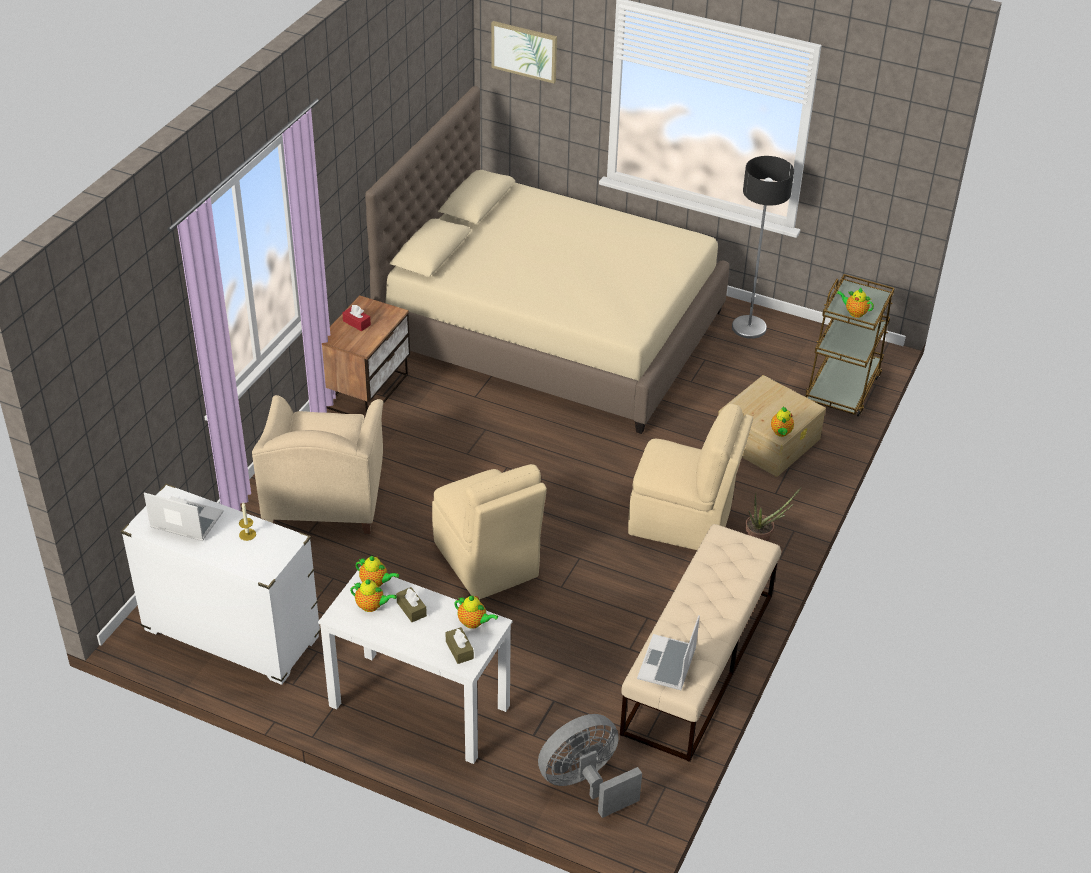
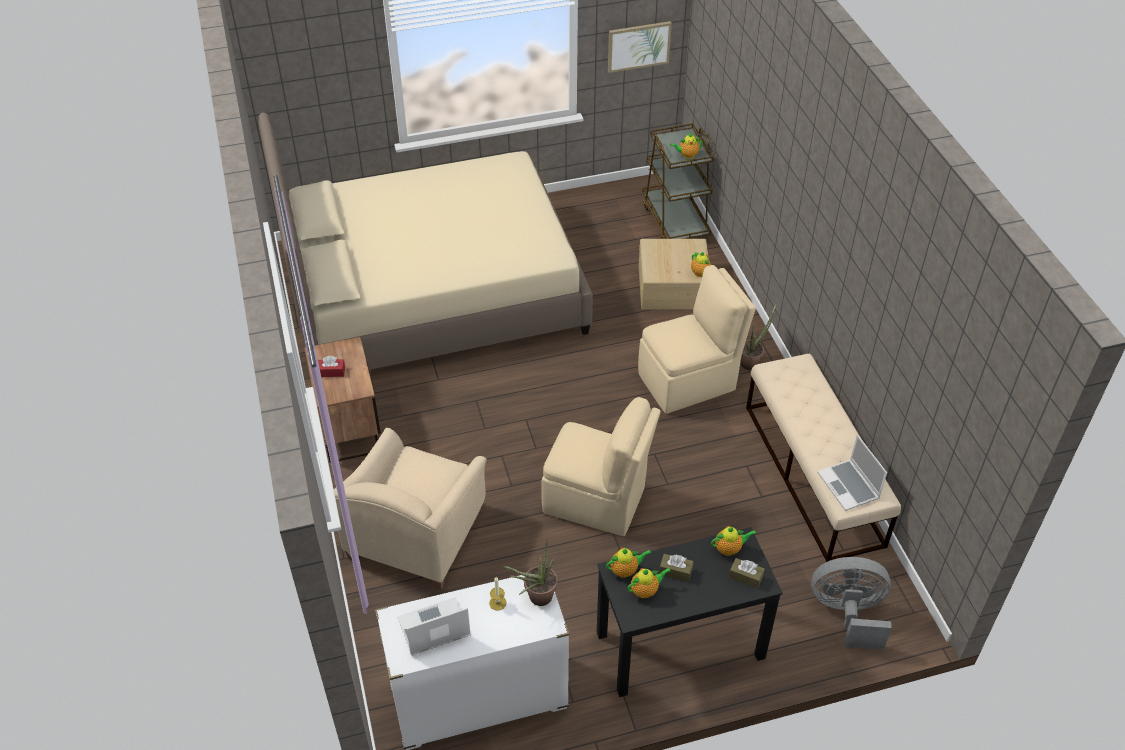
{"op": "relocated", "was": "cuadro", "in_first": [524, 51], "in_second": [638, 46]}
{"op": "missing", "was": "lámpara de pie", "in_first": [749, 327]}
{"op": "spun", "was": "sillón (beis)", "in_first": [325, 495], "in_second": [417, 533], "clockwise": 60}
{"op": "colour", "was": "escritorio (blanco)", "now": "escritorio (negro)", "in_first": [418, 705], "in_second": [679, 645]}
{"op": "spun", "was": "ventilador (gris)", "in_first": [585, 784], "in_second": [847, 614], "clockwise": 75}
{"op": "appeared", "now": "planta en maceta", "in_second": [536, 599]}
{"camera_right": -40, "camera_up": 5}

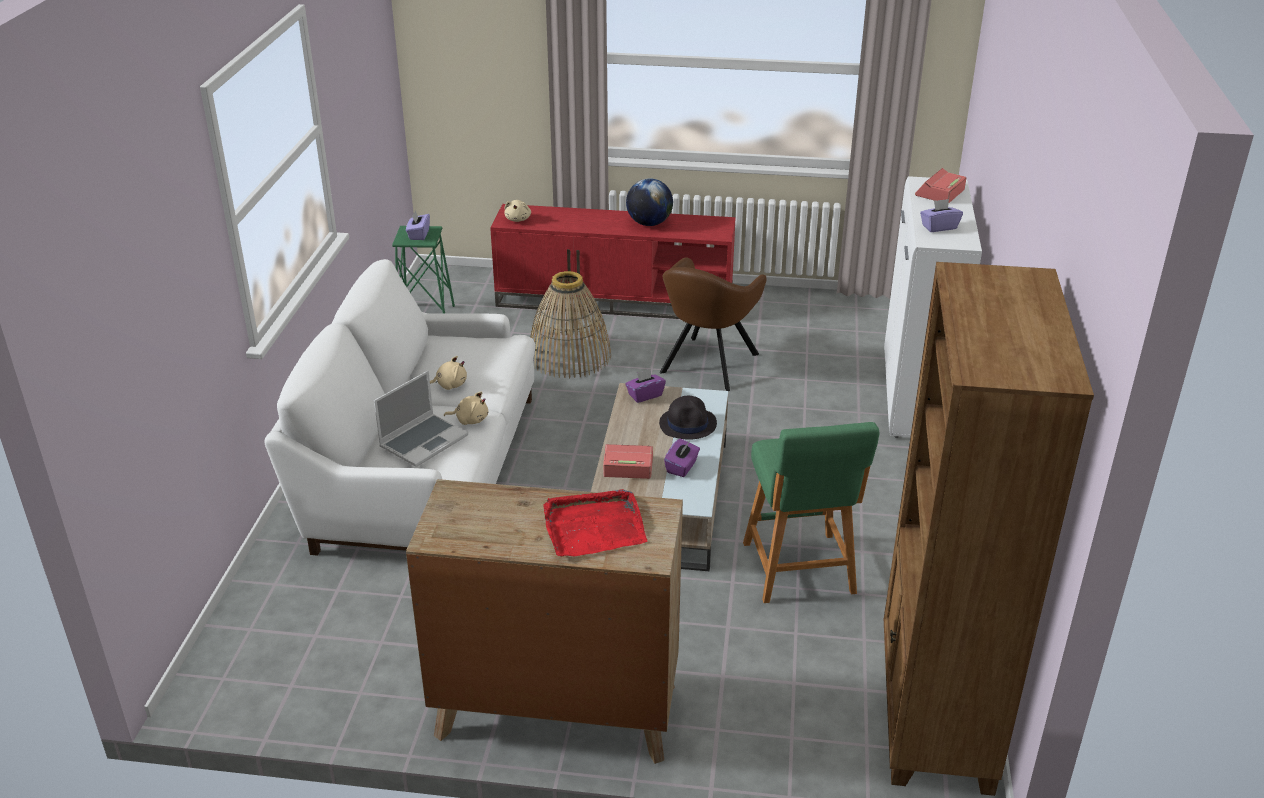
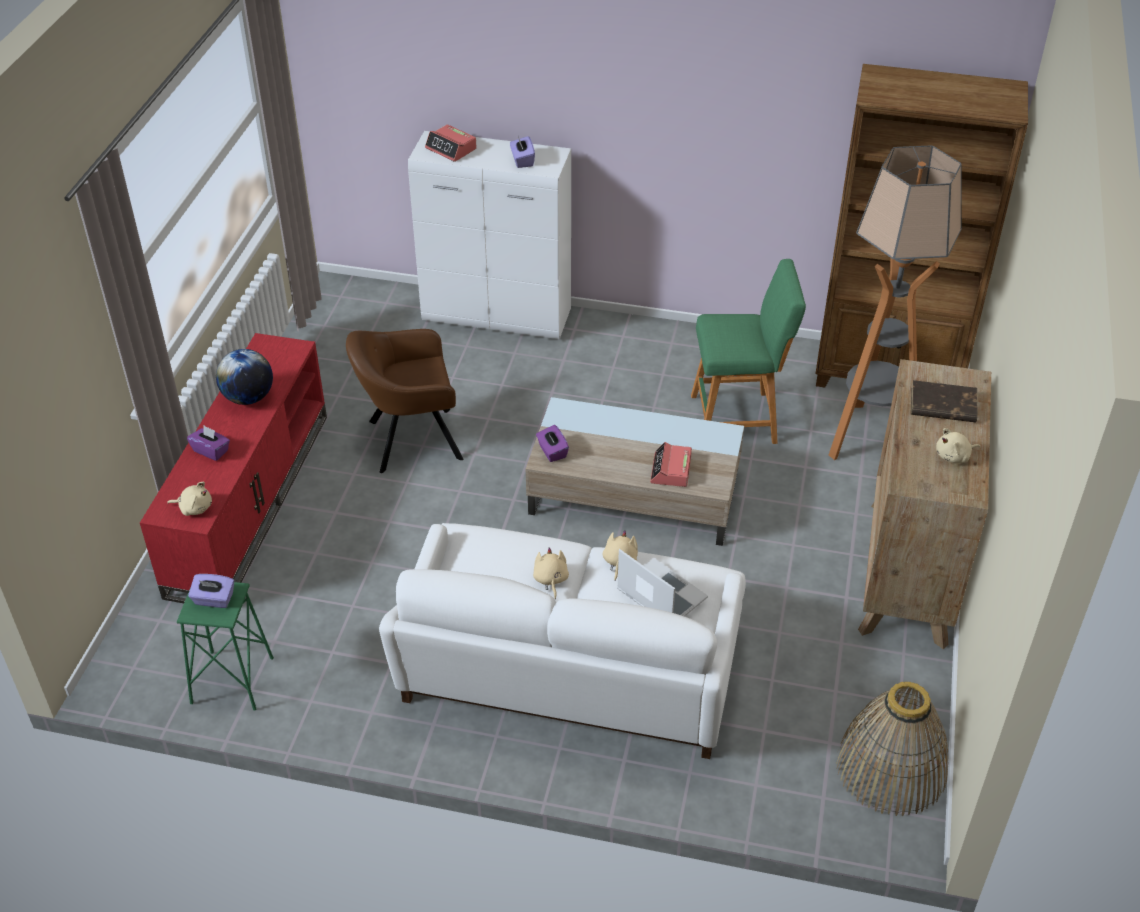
{"op": "spun", "was": "sillón (marrón)", "in_first": [707, 365], "in_second": [410, 440], "clockwise": 135}
{"op": "relocated", "was": "cesta", "in_first": [569, 356], "in_second": [891, 769]}
{"op": "missing", "was": "sombrero (negro)", "in_first": [688, 424]}
{"op": "relocated", "was": "caja de pañuelos (morado)", "in_first": [682, 467], "in_second": [211, 451]}
{"op": "exchanged", "was": "bandeja (rojo)", "now": "libro (marrón)", "in_first": [593, 527], "in_second": [942, 405]}
{"op": "appeared", "now": "lámpara de pie", "in_second": [869, 438]}
{"op": "appeared", "now": "peluche (beis)", "in_second": [954, 456]}
{"camera_right": -85, "camera_up": 10}

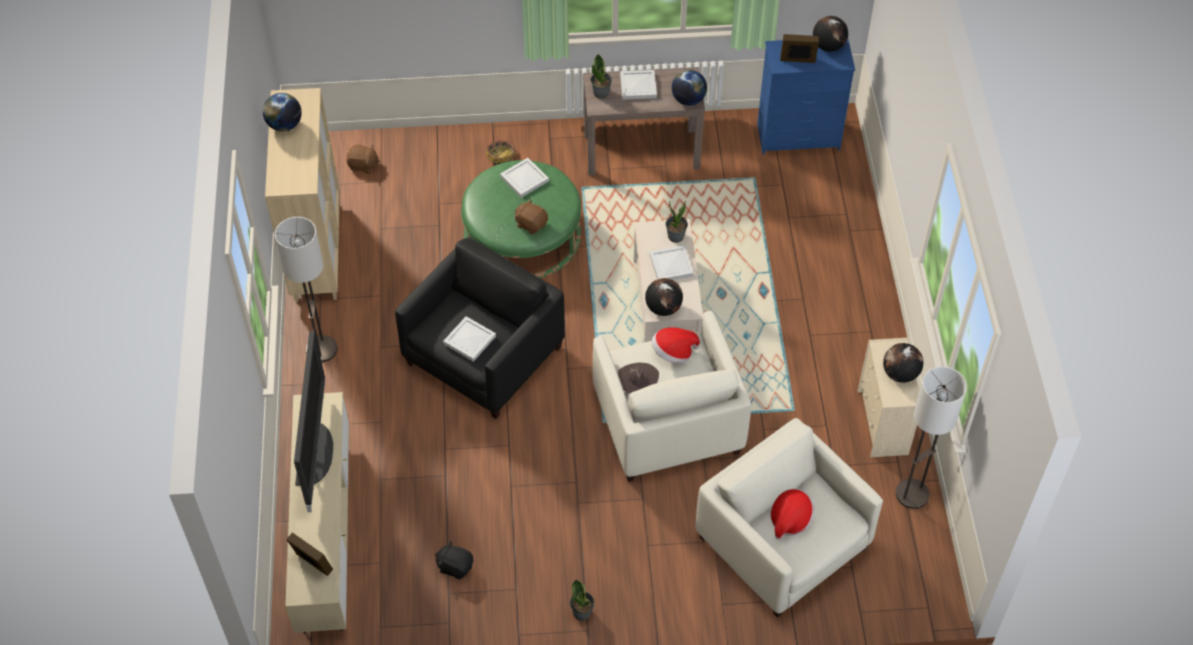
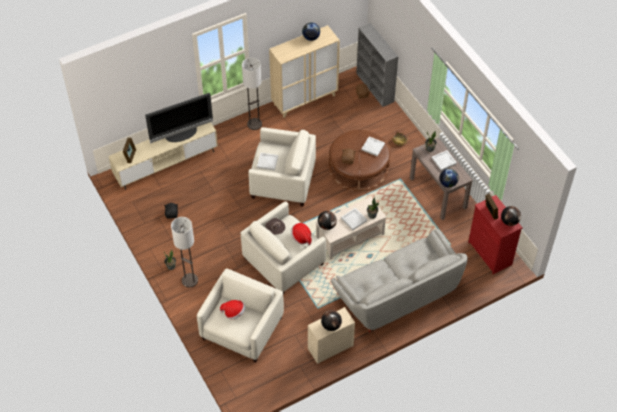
{"op": "colour", "was": "cómoda (azul)", "now": "cómoda (rojo)", "in_first": [799, 137], "in_second": [490, 254]}
{"op": "colour", "was": "puf (verde)", "now": "puf (marrón)", "in_first": [522, 234], "in_second": [358, 167]}
{"op": "colour", "was": "sillón (negro)", "now": "sillón (beis)", "in_first": [483, 355], "in_second": [282, 180]}
{"op": "relocated", "was": "lámpara de pie", "in_first": [912, 494], "in_second": [189, 280]}
{"op": "appeared", "now": "estantería (gris)", "in_second": [375, 88]}
{"op": "appeared", "now": "sofá (gris)", "in_second": [397, 292]}
{"camera_right": 65, "camera_up": 0}

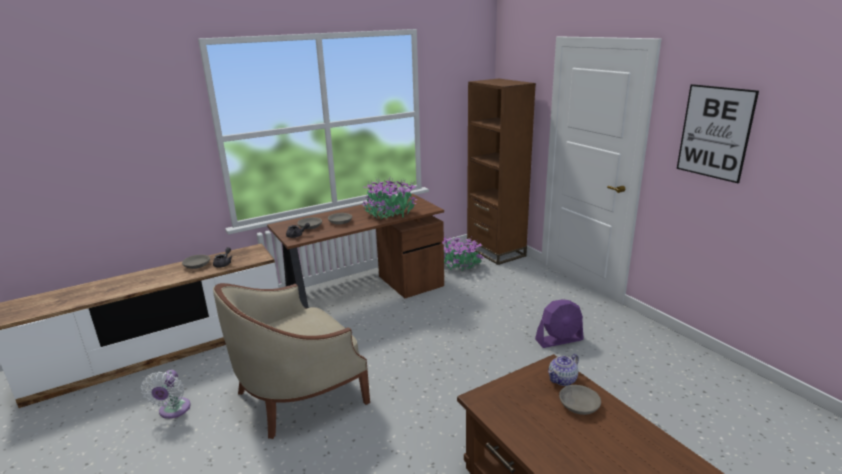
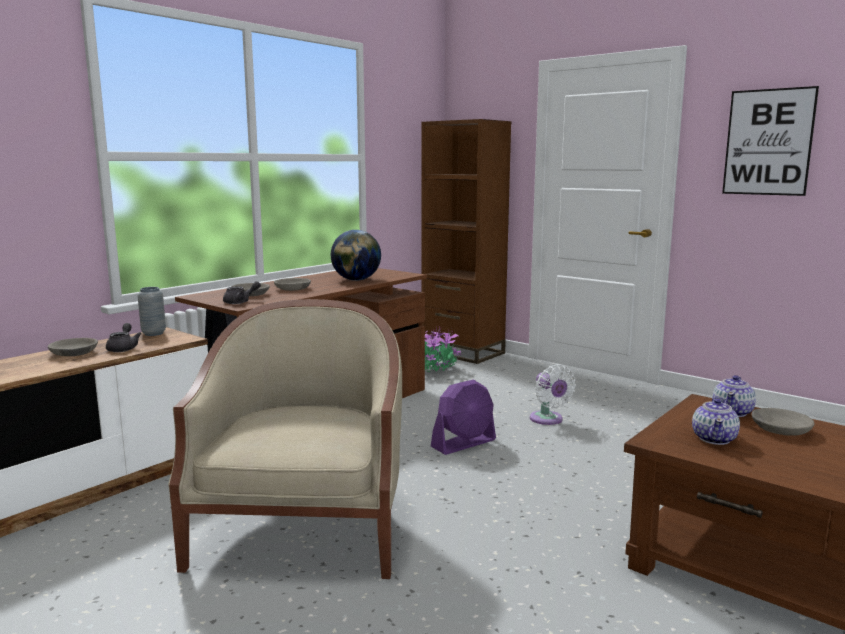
{"op": "exchanged", "was": "planta en maceta", "now": "globo terráqueo", "in_first": [390, 213], "in_second": [356, 280]}
{"op": "spun", "was": "sillón (beis)", "in_first": [298, 394], "in_second": [303, 530], "clockwise": 150}
{"op": "relocated", "was": "ventilador (morado)", "in_first": [559, 340], "in_second": [464, 443]}
{"op": "relocated", "was": "ventilador (blanco)", "in_first": [173, 411], "in_second": [548, 420]}
{"op": "appeared", "now": "florero (gris)", "in_second": [153, 333]}
{"op": "appeared", "now": "tetera", "in_second": [714, 438]}
{"camera_right": -20, "camera_up": -10}

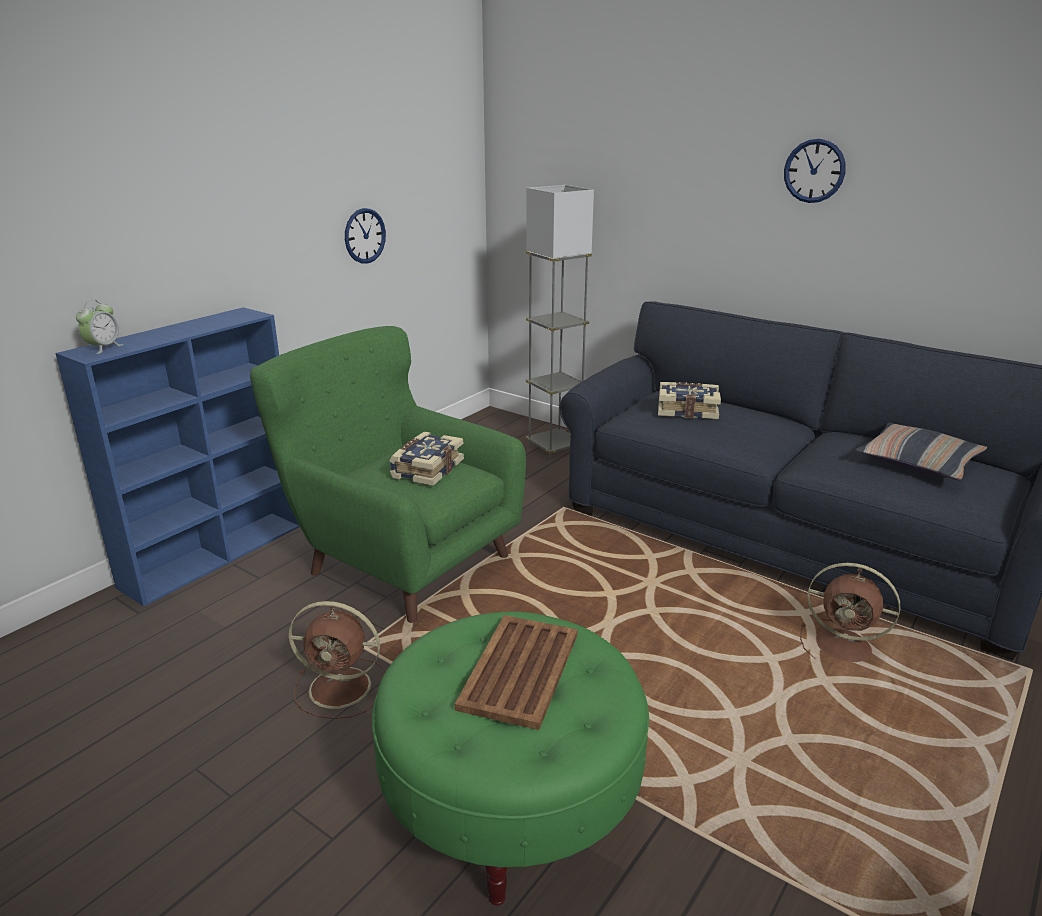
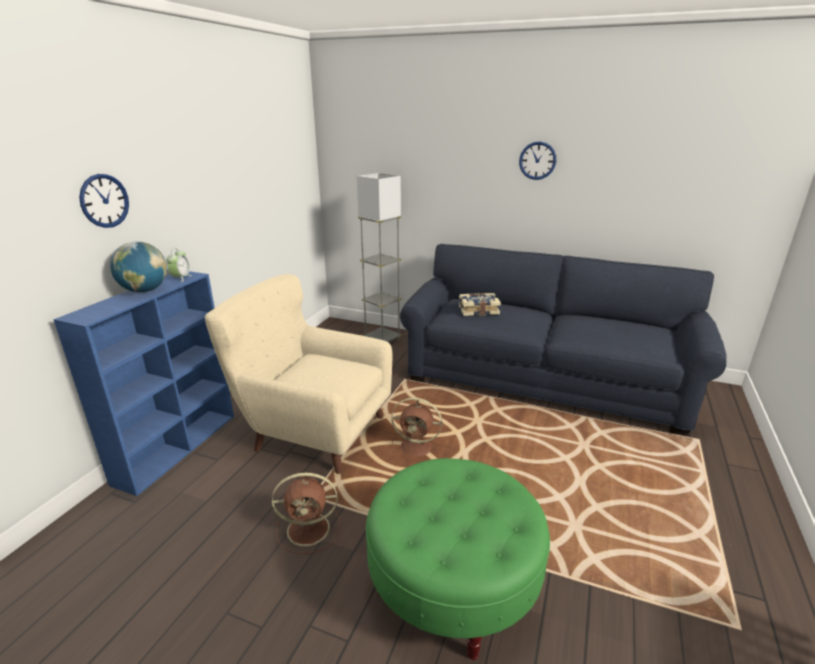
{"op": "relocated", "was": "reloj de pared", "in_first": [364, 236], "in_second": [104, 201]}
{"op": "relocated", "was": "despertador", "in_first": [103, 348], "in_second": [181, 278]}
{"op": "colour", "was": "sillón (verde)", "now": "sillón (beis)", "in_first": [402, 558], "in_second": [314, 429]}
{"op": "missing", "was": "cojín", "in_first": [918, 462]}
{"op": "missing", "was": "libro", "in_first": [426, 469]}
{"op": "relocated", "was": "ventilador (marrón)", "in_first": [846, 647], "in_second": [418, 447]}
{"op": "missing", "was": "bandeja (marrón)", "in_first": [519, 671]}
{"op": "appeared", "now": "globo terráqueo", "in_second": [145, 290]}
{"camera_right": -15, "camera_up": 0}

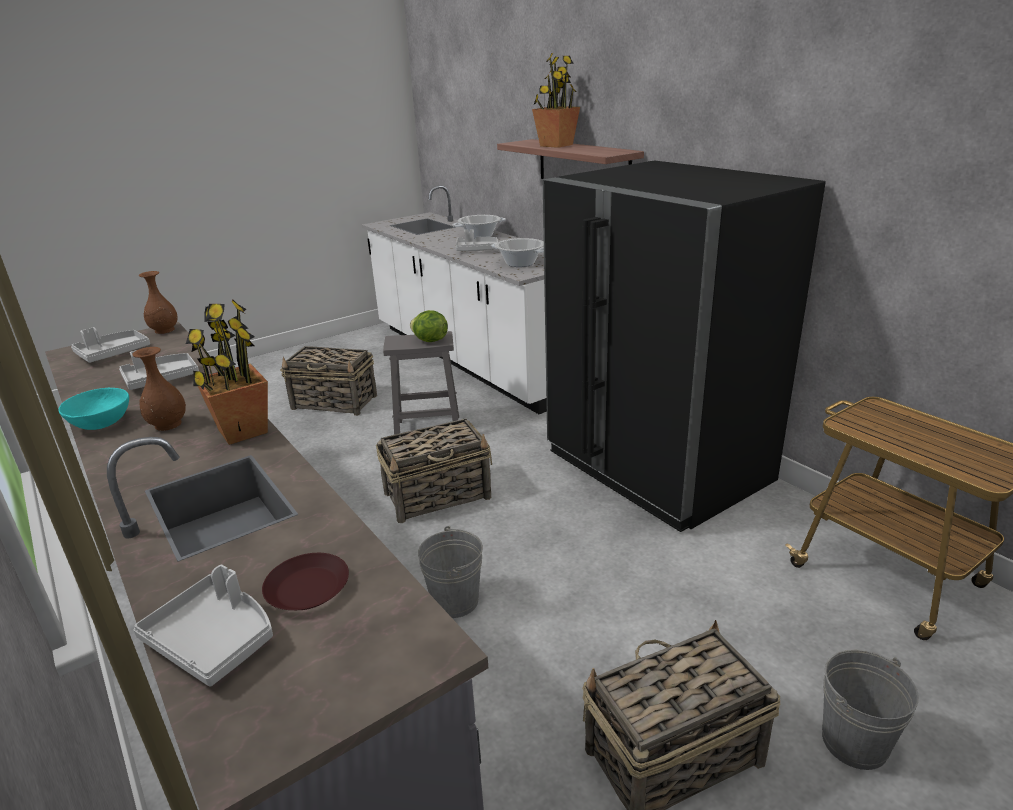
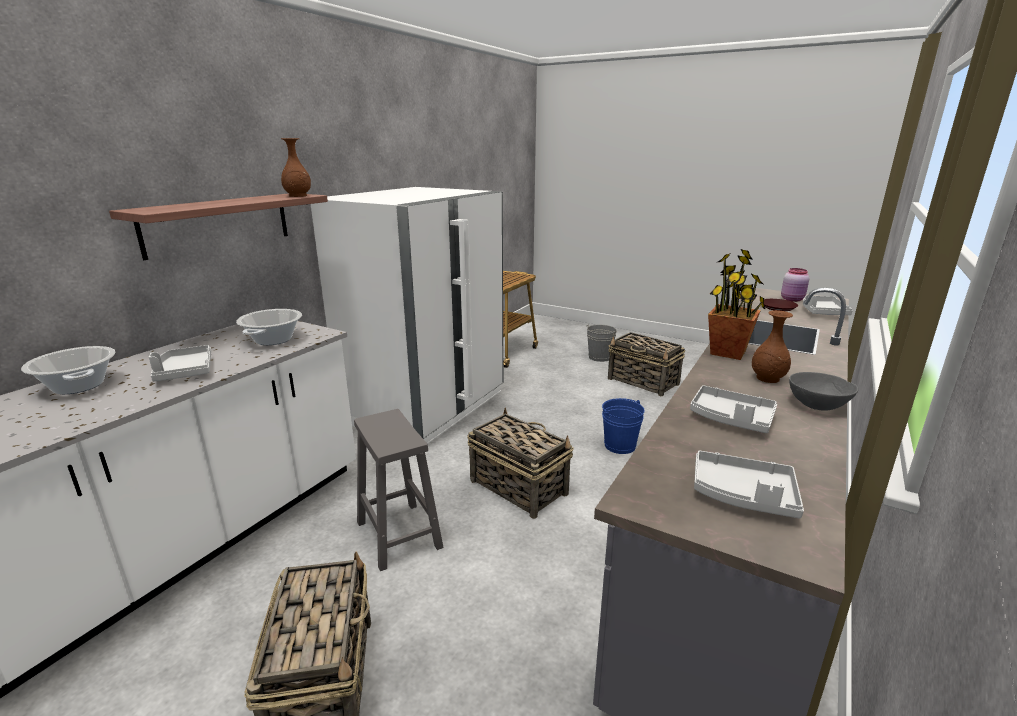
{"op": "missing", "was": "planta en maceta", "in_first": [556, 145]}
{"op": "colour", "was": "nevera (negro)", "now": "nevera (blanco)", "in_first": [657, 467], "in_second": [426, 406]}
{"op": "relocated", "was": "florero (marrón)", "in_first": [164, 330], "in_second": [298, 196]}
{"op": "missing", "was": "lechuga", "in_first": [430, 341]}
{"op": "colour", "was": "cuenco (turquesa)", "now": "cuenco (gris)", "in_first": [102, 424], "in_second": [817, 405]}
{"op": "colour", "was": "cubo (gris)", "now": "cubo (azul)", "in_first": [455, 601], "in_second": [620, 445]}
{"op": "appeared", "now": "tarro (rosa)", "in_second": [793, 299]}
{"camera_right": -115, "camera_up": -5}

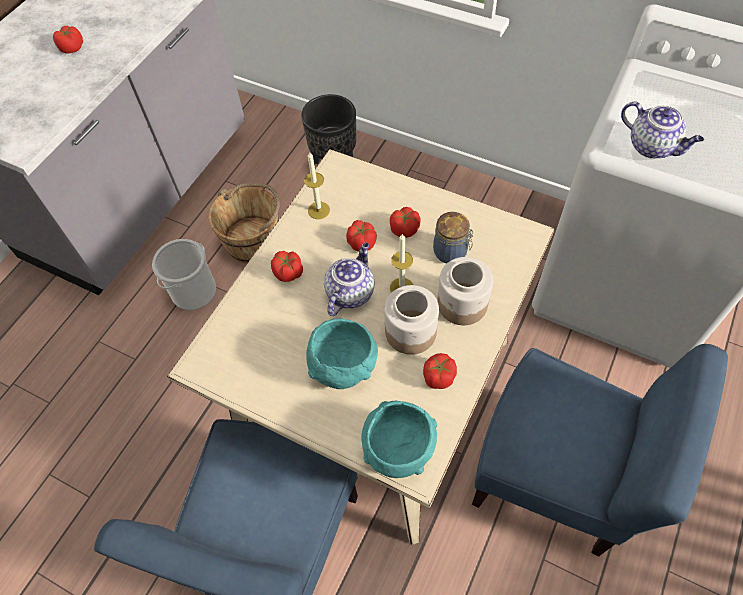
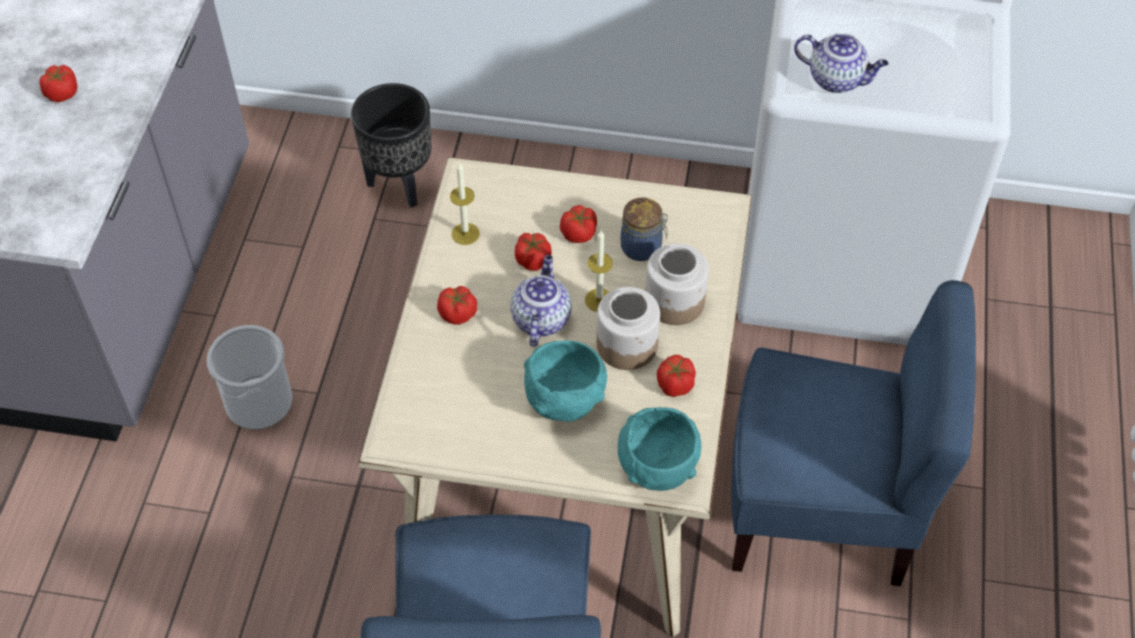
{"op": "missing", "was": "cubo (marrón)", "in_first": [253, 241]}
{"camera_right": -20, "camera_up": -5}

